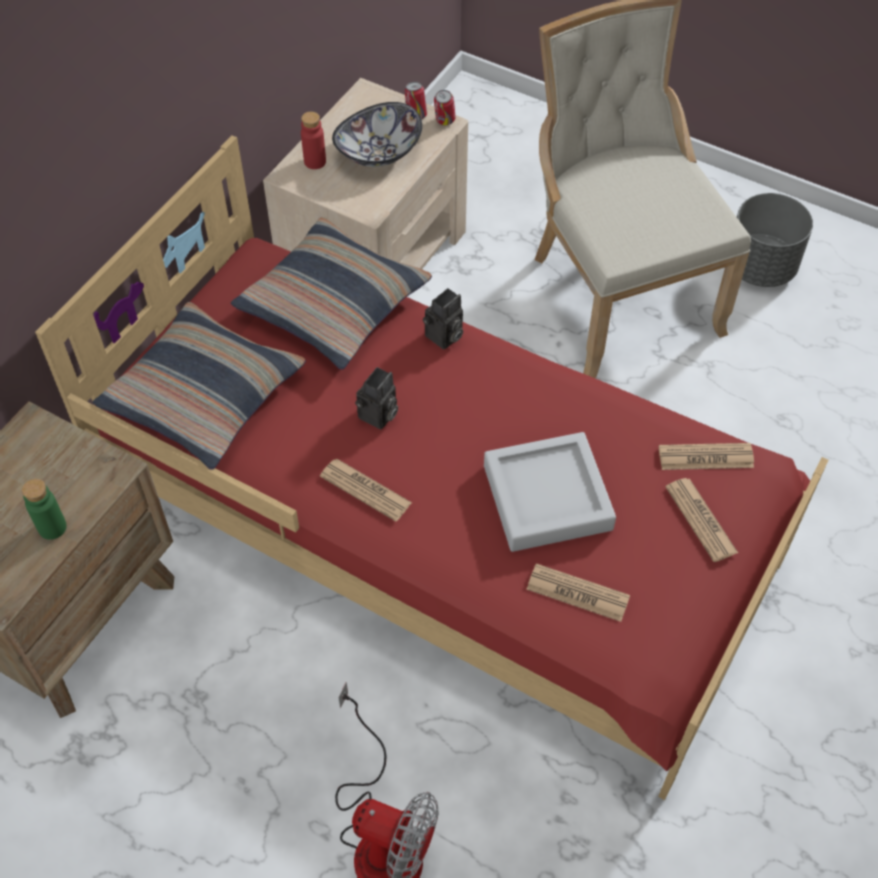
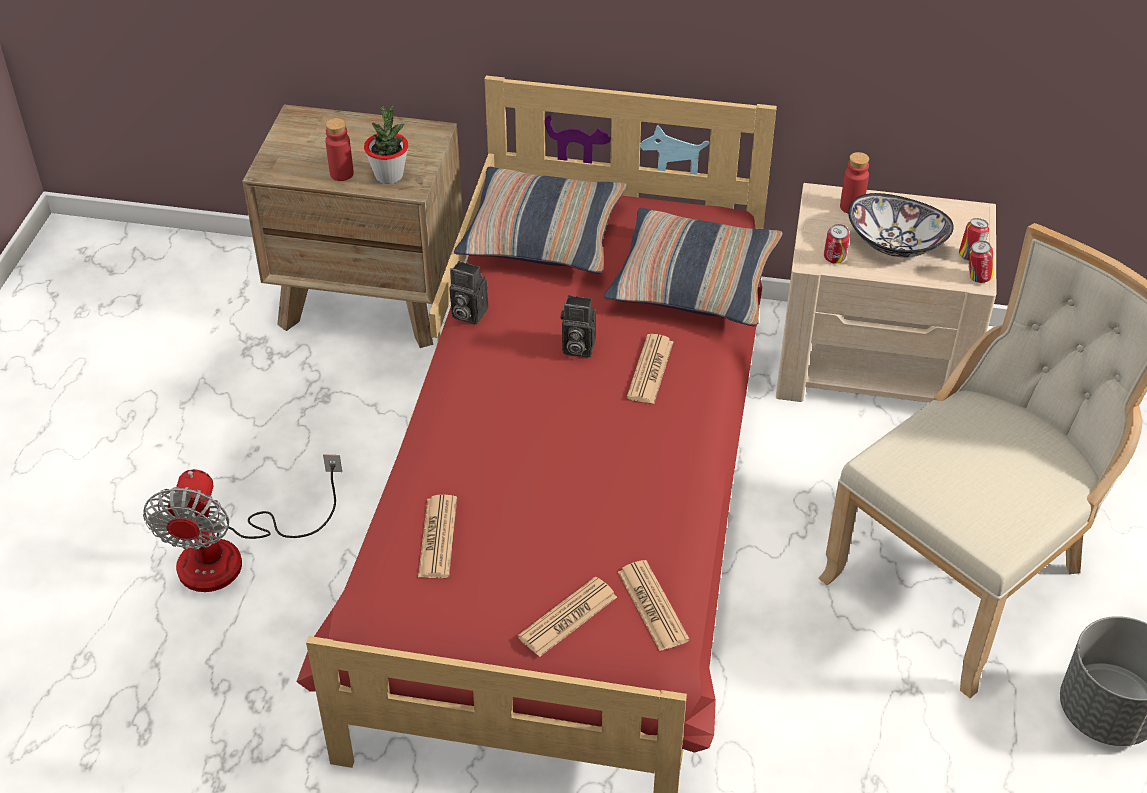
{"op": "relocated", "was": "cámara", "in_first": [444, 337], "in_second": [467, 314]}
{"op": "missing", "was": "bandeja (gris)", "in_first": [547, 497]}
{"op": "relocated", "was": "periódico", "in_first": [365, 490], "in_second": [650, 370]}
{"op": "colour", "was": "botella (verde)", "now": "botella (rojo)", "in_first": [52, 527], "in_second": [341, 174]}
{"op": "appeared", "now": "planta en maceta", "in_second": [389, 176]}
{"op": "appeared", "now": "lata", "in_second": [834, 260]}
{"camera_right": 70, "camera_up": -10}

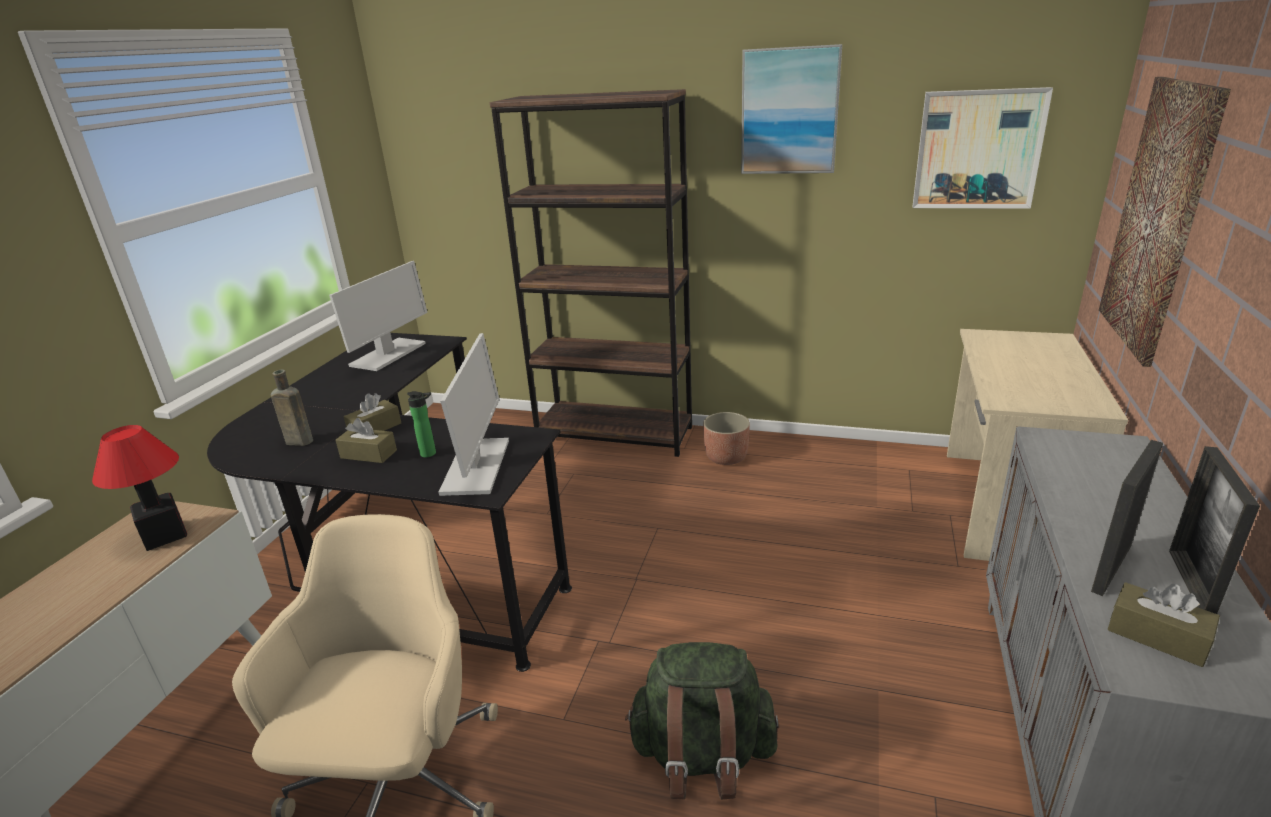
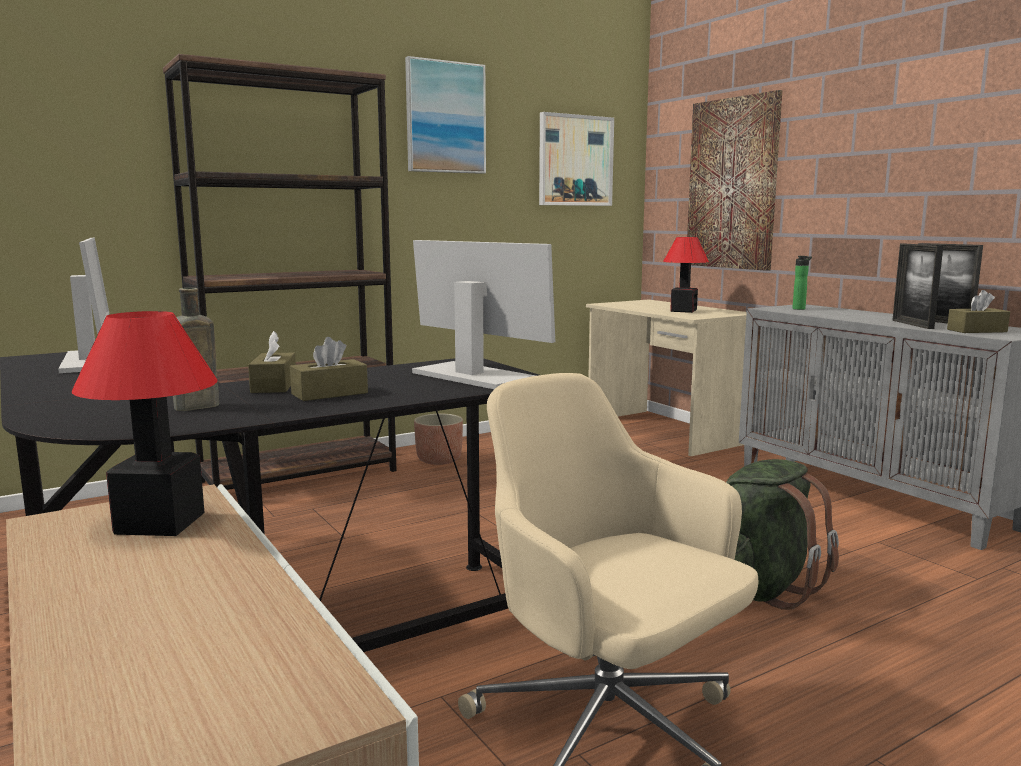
{"op": "relocated", "was": "botella", "in_first": [430, 453], "in_second": [800, 309]}
{"op": "appeared", "now": "lámpara de mesa", "in_second": [683, 311]}
{"camera_right": -50, "camera_up": -15}

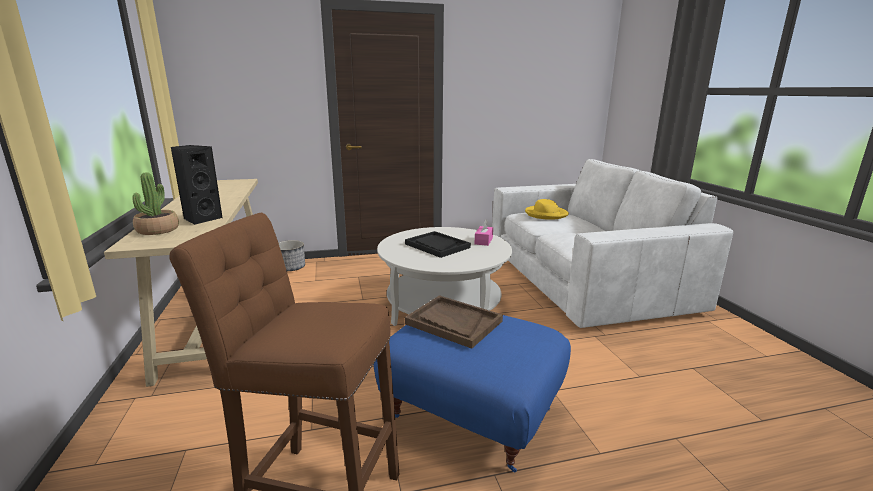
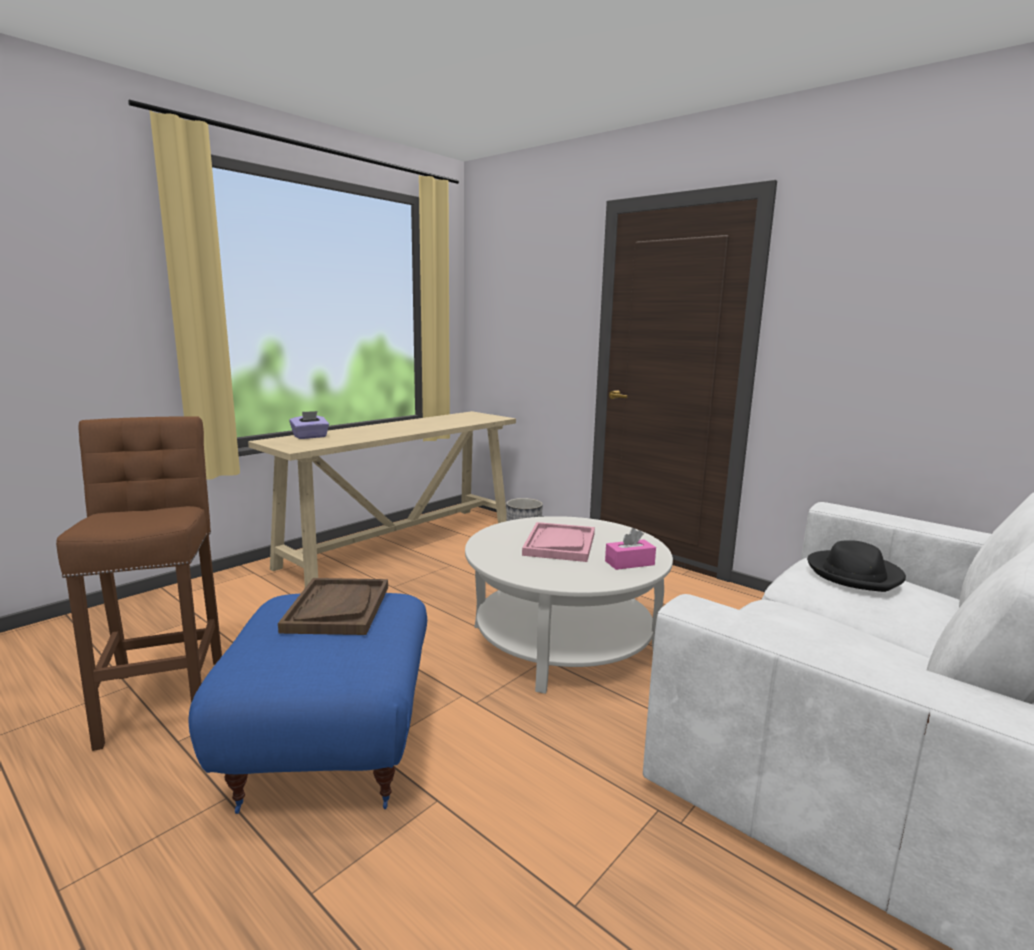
{"op": "missing", "was": "altavoz (negro)", "in_first": [201, 219]}
{"op": "exchanged", "was": "planta en maceta", "now": "caja de pañuelos (morado)", "in_first": [158, 230], "in_second": [310, 437]}
{"op": "colour", "was": "sombrero (amarillo)", "now": "sombrero (negro)", "in_first": [545, 214], "in_second": [854, 574]}
{"op": "colour", "was": "bandeja (negro)", "now": "bandeja (rosa)", "in_first": [437, 246], "in_second": [559, 544]}
{"camera_right": 55, "camera_up": -5}

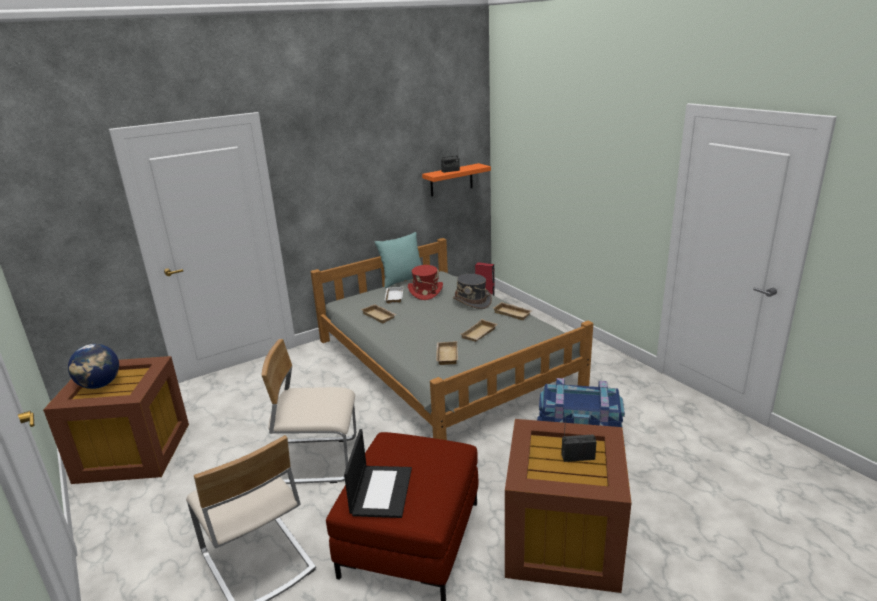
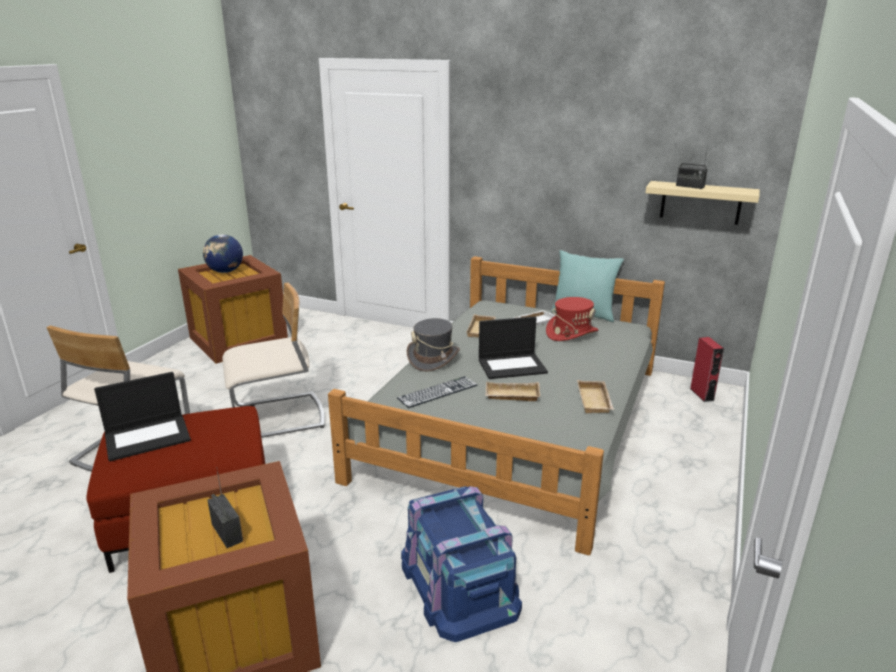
{"op": "colour", "was": "estante (naranja)", "now": "estante (beis)", "in_first": [451, 180], "in_second": [700, 203]}
{"op": "relocated", "was": "sombrero (gris)", "in_first": [472, 301], "in_second": [433, 358]}
{"op": "spun", "was": "silla (beis)", "in_first": [315, 460], "in_second": [278, 418], "clockwise": 105}
{"op": "exchanged", "was": "bandeja (beis)", "now": "teclado", "in_first": [446, 355], "in_second": [437, 392]}
{"op": "appeared", "now": "portátil", "in_second": [512, 366]}
{"camera_right": 55, "camera_up": 0}

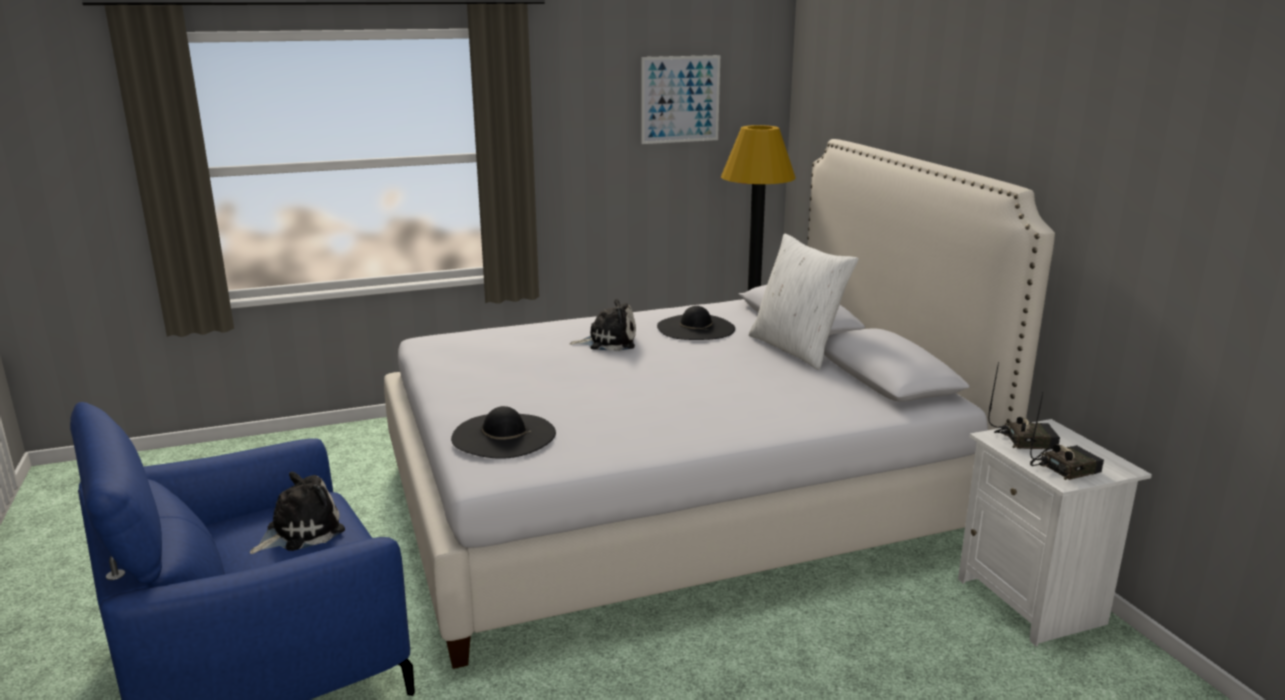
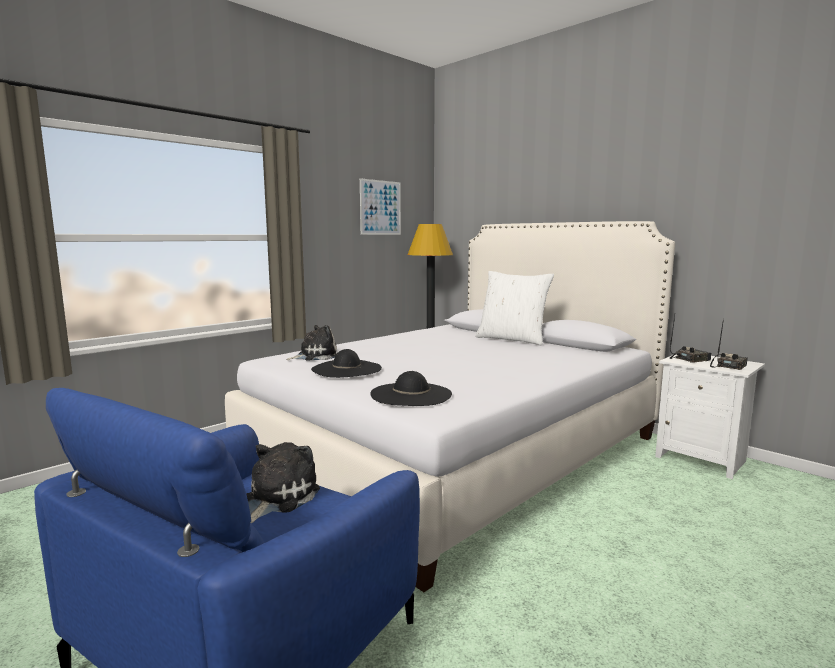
{"op": "relocated", "was": "peluche", "in_first": [608, 342], "in_second": [315, 356]}
{"op": "relocated", "was": "sombrero (negro)", "in_first": [695, 328], "in_second": [346, 369]}
{"camera_right": -25, "camera_up": -10}

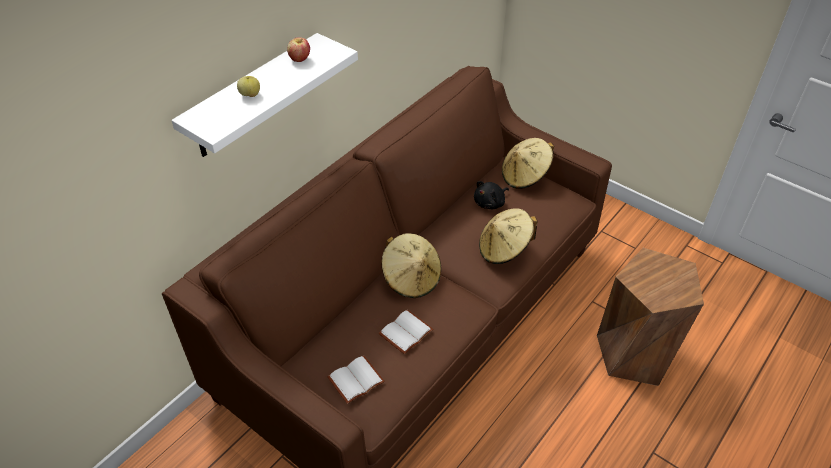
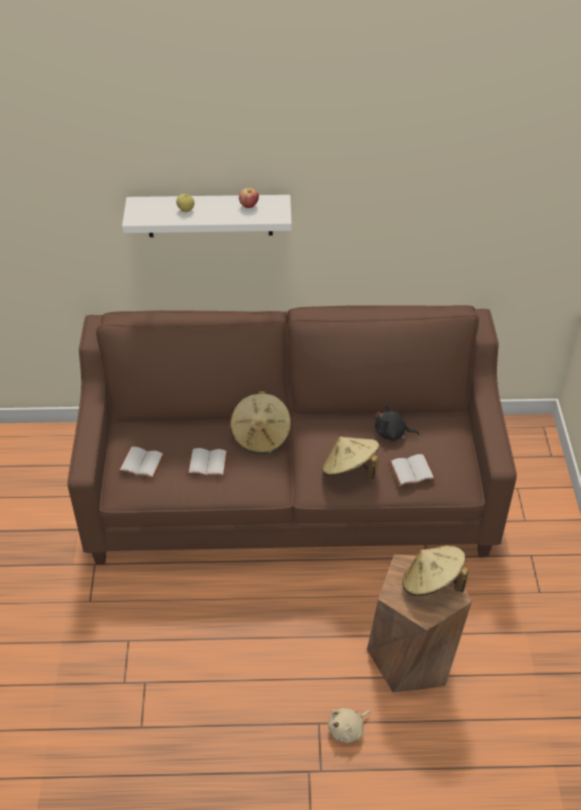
{"op": "relocated", "was": "sombrero (beis)", "in_first": [525, 176], "in_second": [431, 583]}
{"op": "appeared", "now": "libro (blanco)", "in_second": [412, 470]}
{"op": "appeared", "now": "peluche (beis)", "in_second": [348, 729]}
{"camera_right": 50, "camera_up": 0}

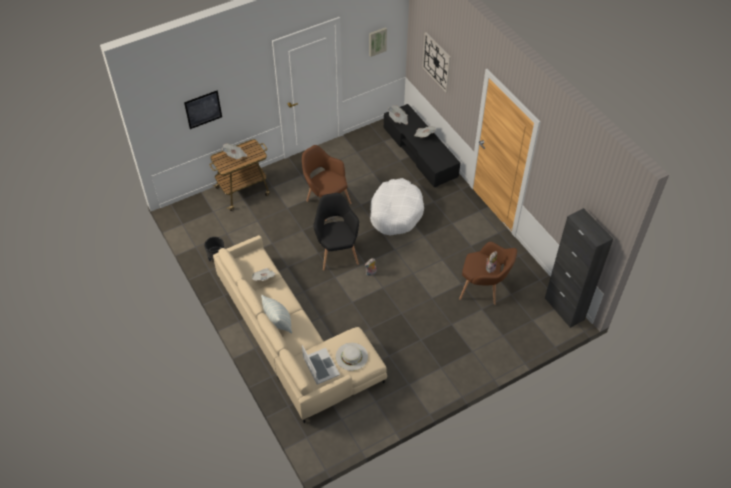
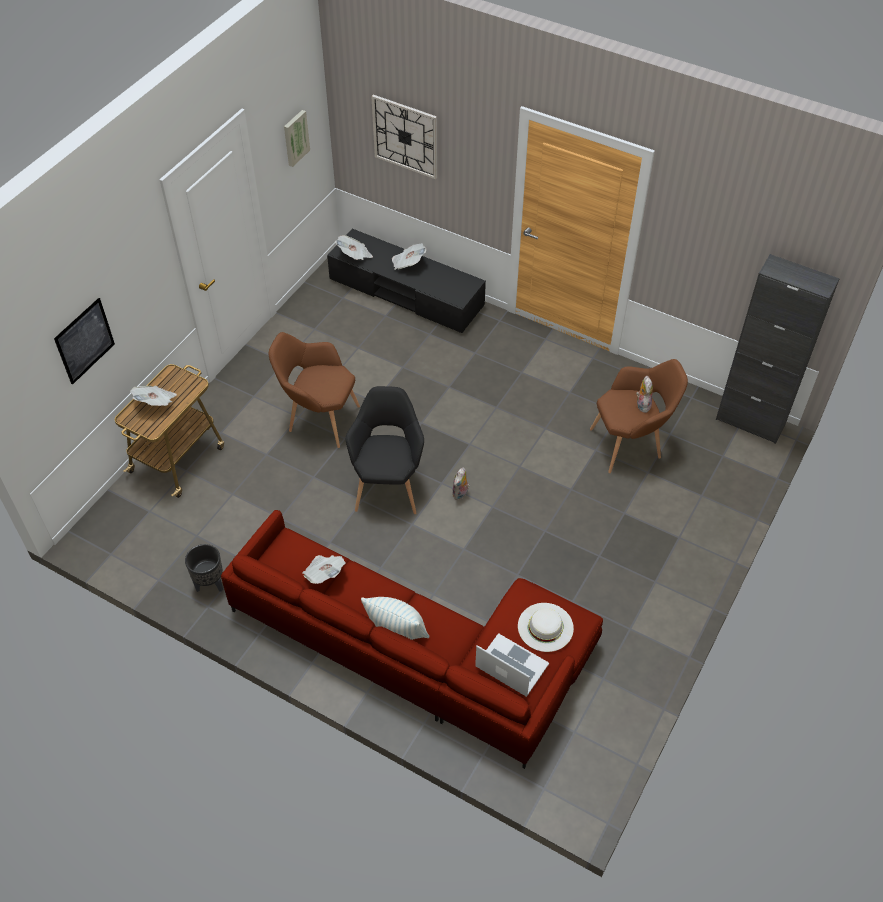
{"op": "missing", "was": "cama para perro (blanco)", "in_first": [395, 212]}
{"op": "spun", "was": "sillón (negro)", "in_first": [337, 251], "in_second": [388, 485], "clockwise": 45}
{"op": "colour", "was": "sofá (beis)", "now": "sofá (rojo)", "in_first": [294, 340], "in_second": [419, 649]}
{"camera_right": -30, "camera_up": 0}

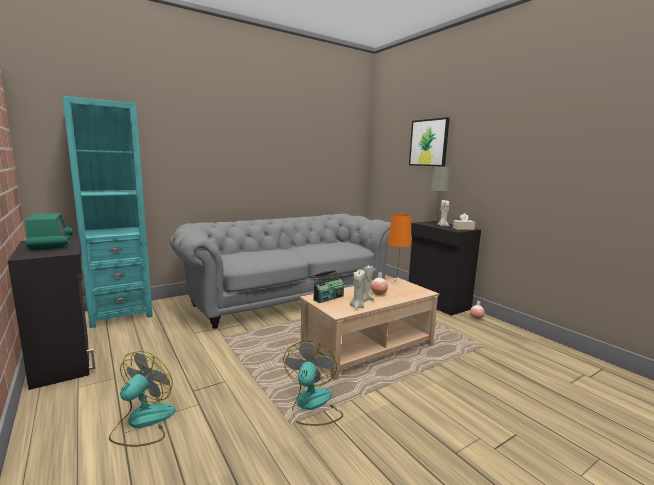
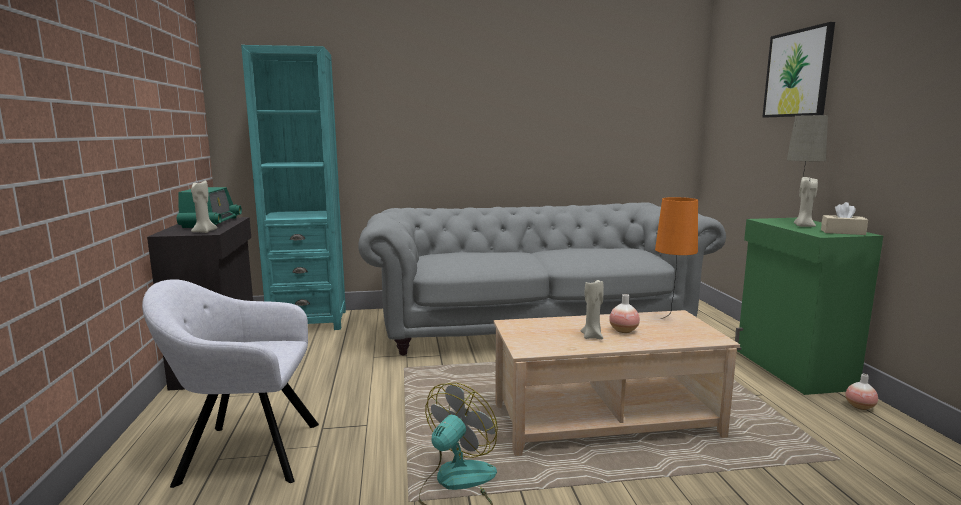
{"op": "colour", "was": "armario (negro)", "now": "armario (verde)", "in_first": [437, 303], "in_second": [791, 369]}
{"op": "relocated", "was": "vela (beis)", "in_first": [357, 306], "in_second": [203, 231]}
{"op": "missing", "was": "radio", "in_first": [328, 298]}
{"op": "exchanged", "was": "ventilador", "now": "sillón (gris)", "in_first": [143, 422], "in_second": [244, 452]}
{"camera_right": 25, "camera_up": 0}

